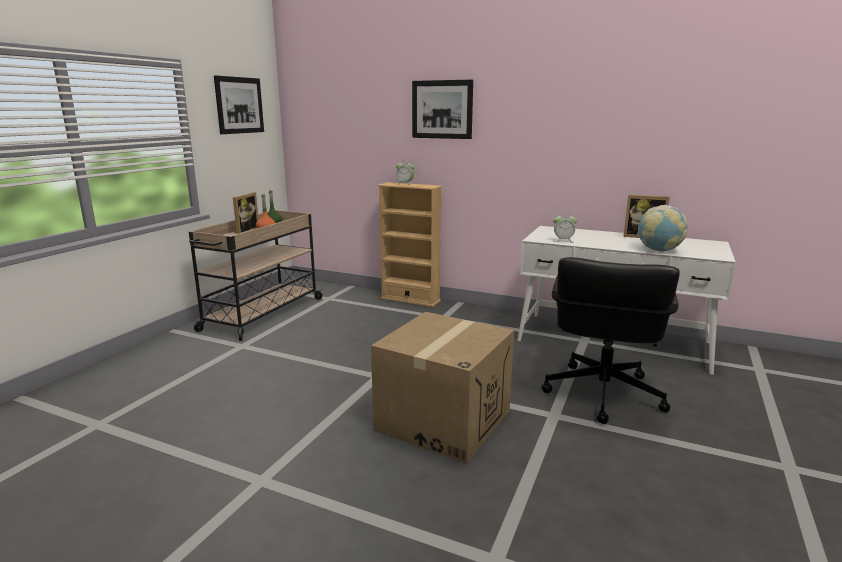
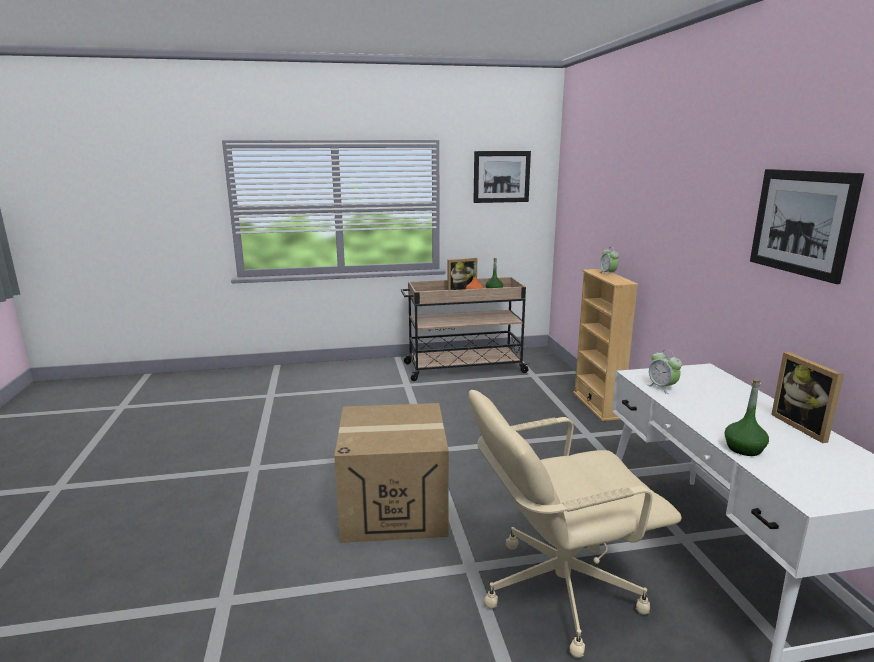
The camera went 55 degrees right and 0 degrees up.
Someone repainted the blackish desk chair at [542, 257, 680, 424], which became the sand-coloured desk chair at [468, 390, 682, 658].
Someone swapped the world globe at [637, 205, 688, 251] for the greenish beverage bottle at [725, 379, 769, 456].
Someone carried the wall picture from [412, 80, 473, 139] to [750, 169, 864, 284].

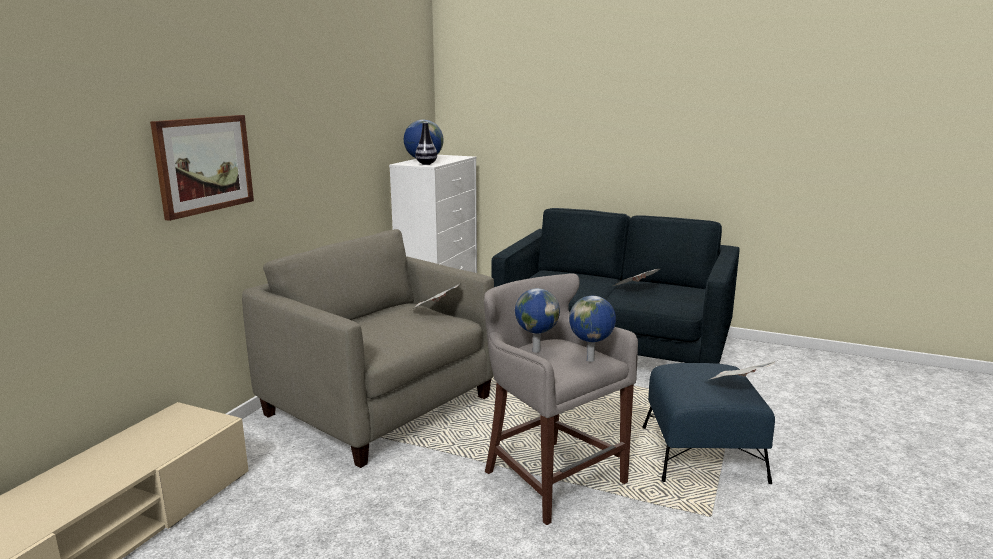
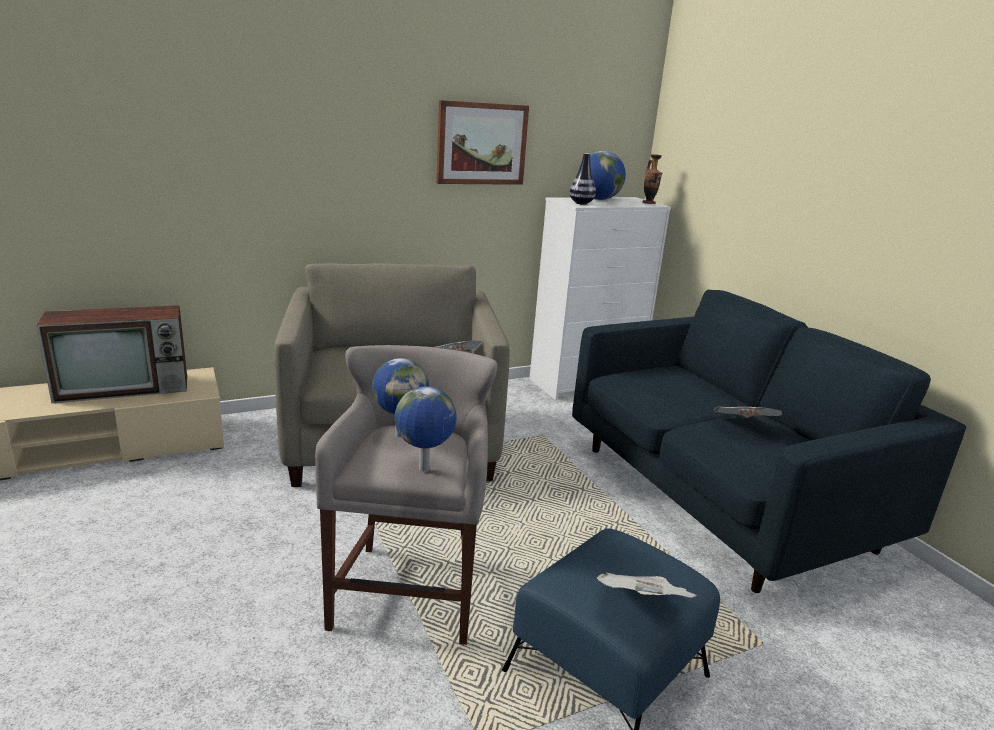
The camera went 40 degrees right and 5 degrees up.
Someone put down the TV at [37, 305, 187, 403].
Someone carried the wall picture from [150, 115, 254, 221] to [436, 100, 529, 185].
Someone put down the decorative vase at [643, 154, 662, 204].

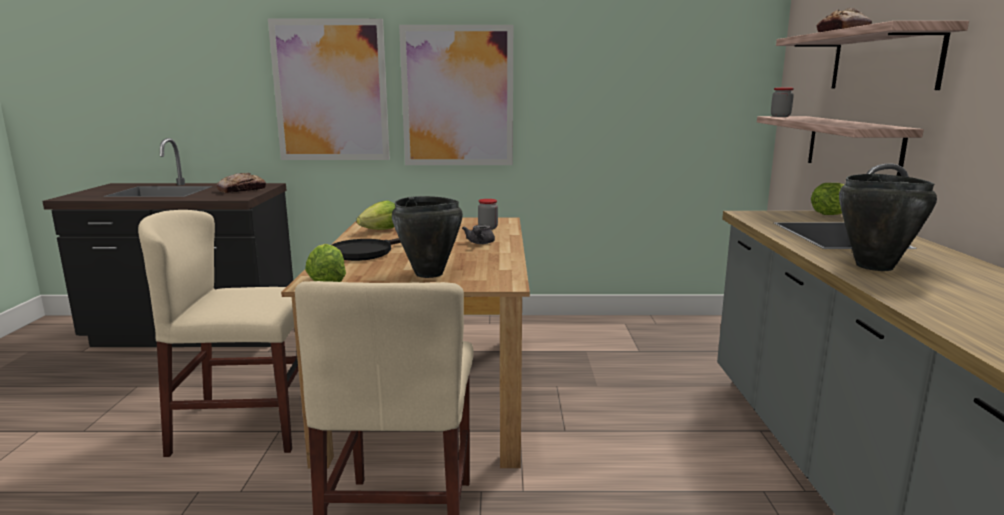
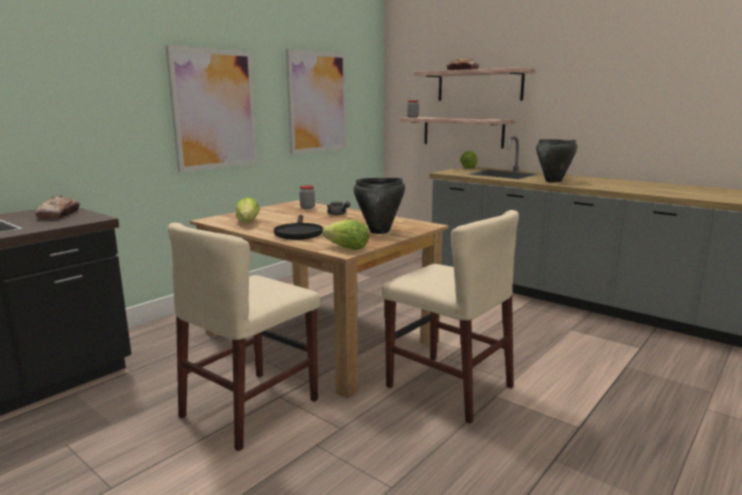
The camera went 50 degrees left and 0 degrees up.
Someone carried the wall picture from [268, 19, 390, 160] to [286, 49, 347, 154].

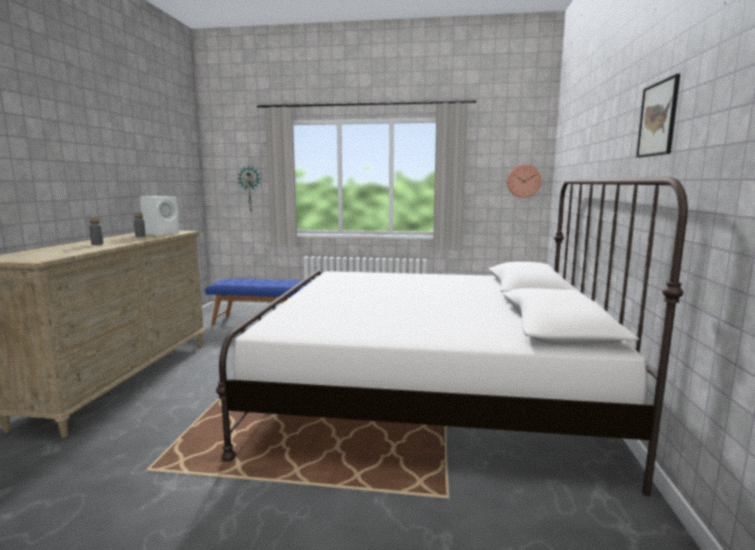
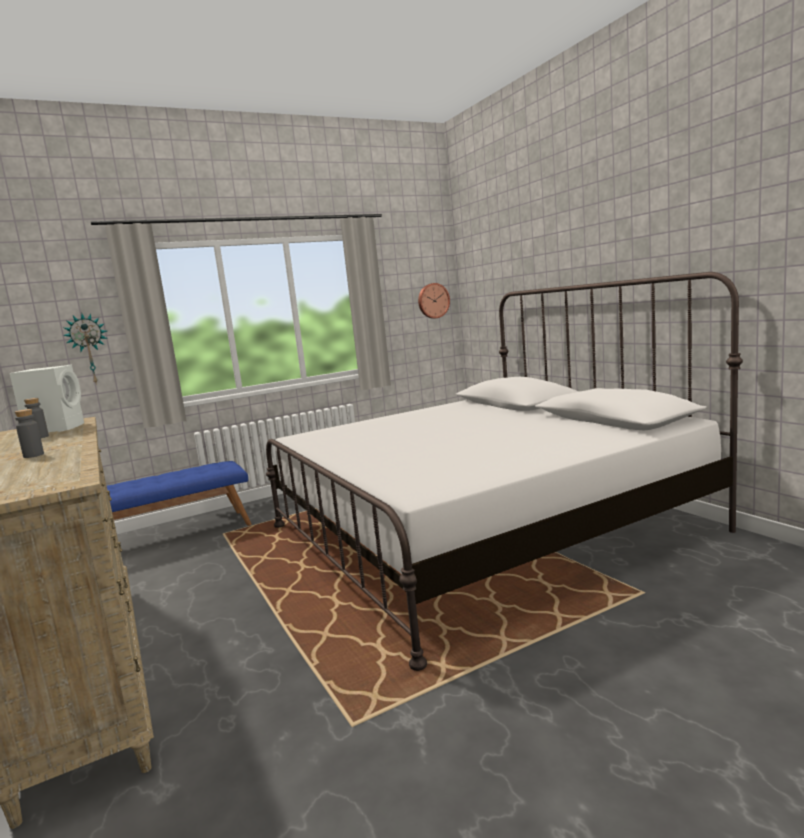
The camera went 35 degrees left and 0 degrees up.
Someone took away the wall picture at [636, 74, 680, 158].

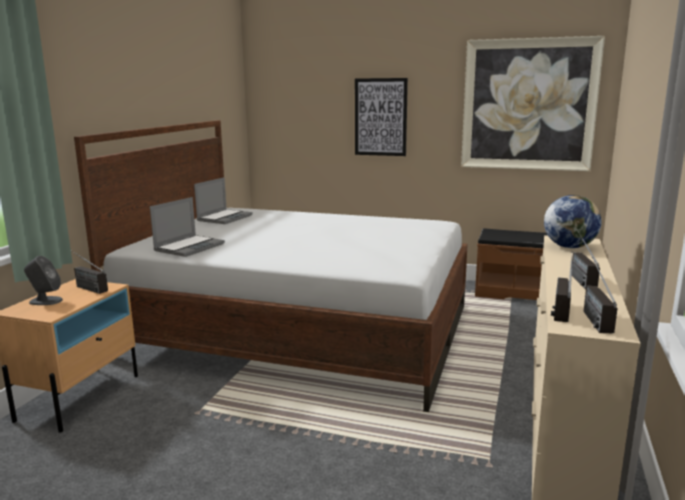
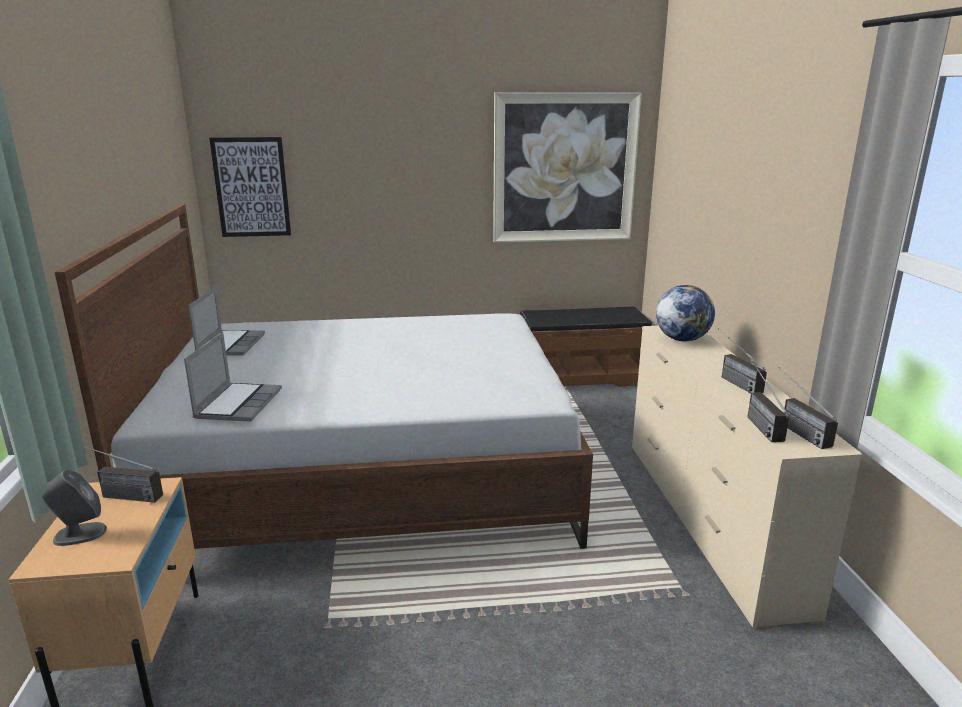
The camera went 25 degrees left and 5 degrees up.
Someone carried the wall picture from [355, 78, 408, 156] to [209, 137, 291, 237].

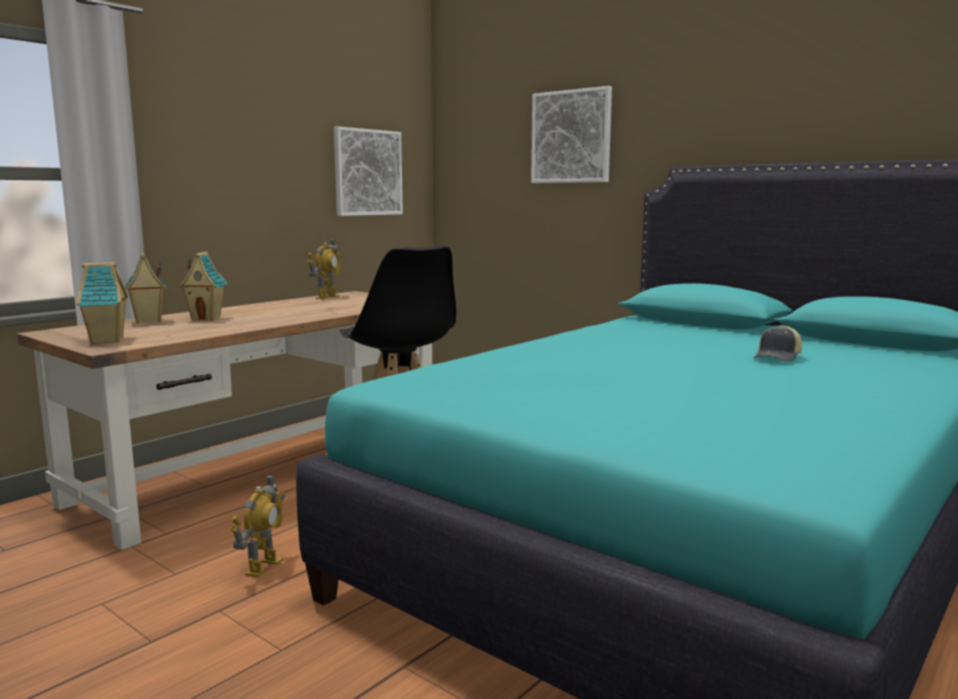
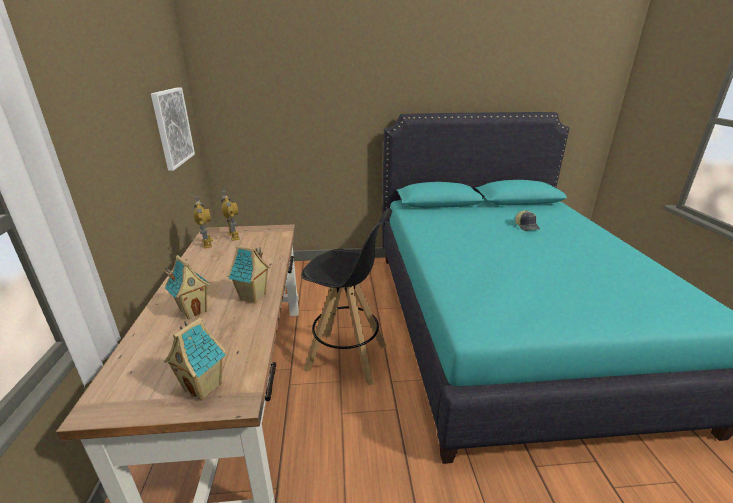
The camera went 45 degrees left and 15 degrees up.
Someone carried the toy robot from [230, 474, 285, 577] to [221, 190, 240, 241].
Someone carried the model house from [124, 253, 168, 324] to [228, 245, 270, 303].
Someone took away the wall picture at [531, 86, 612, 183].

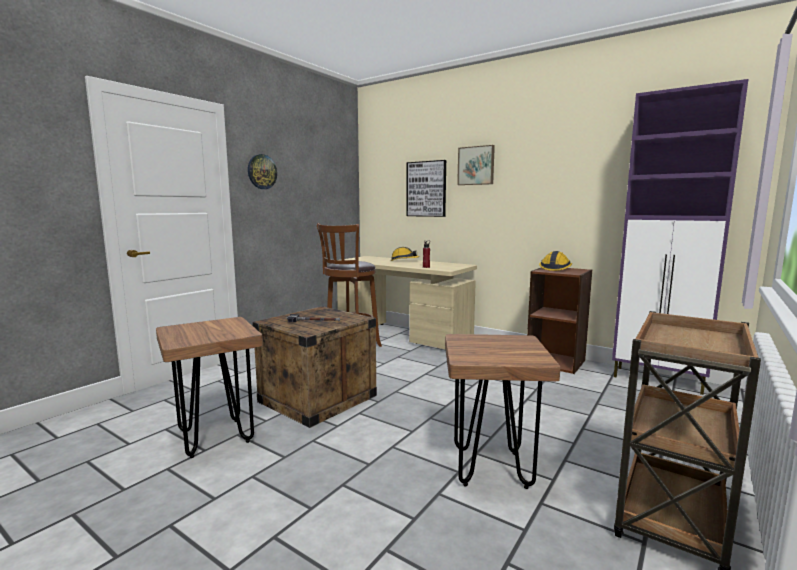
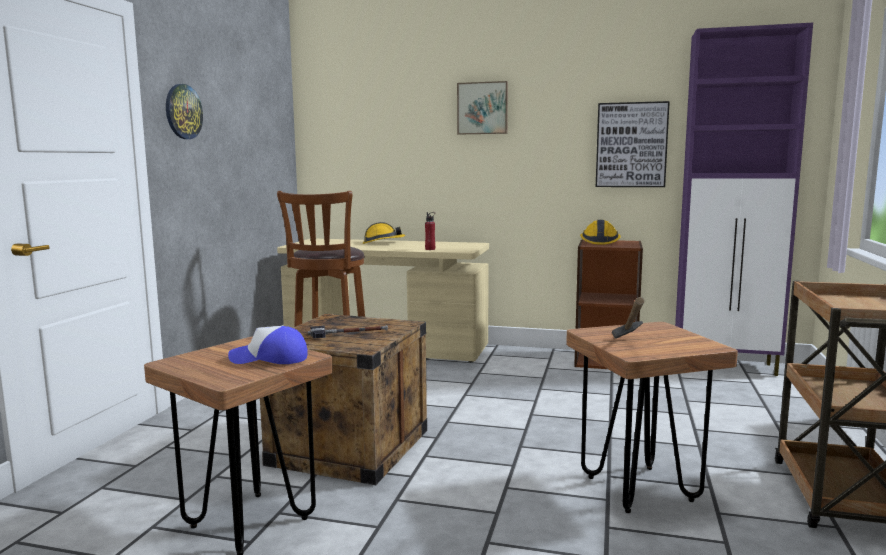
The camera went 20 degrees left and 0 degrees up.
Someone put down the peaked cap at [228, 326, 308, 364].
Someone carried the wall picture from [406, 160, 446, 217] to [596, 101, 670, 187].
Someone put down the hand hammer at [612, 297, 644, 339].

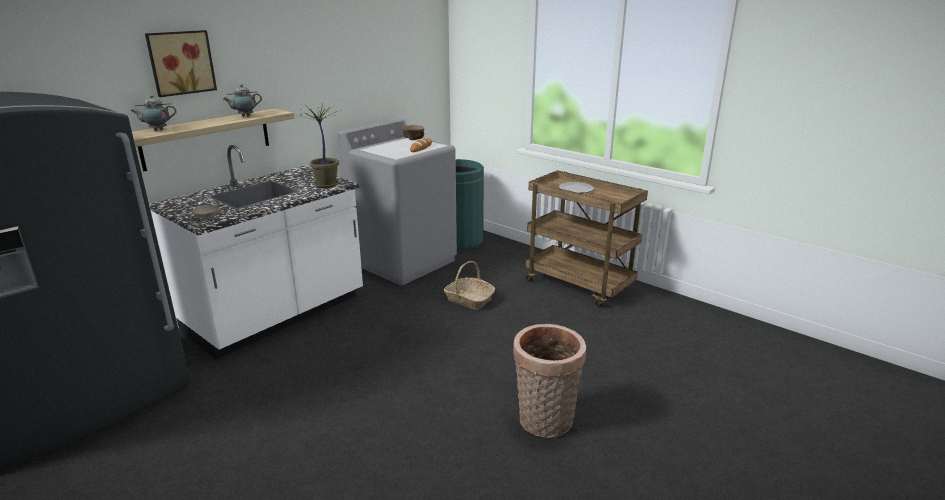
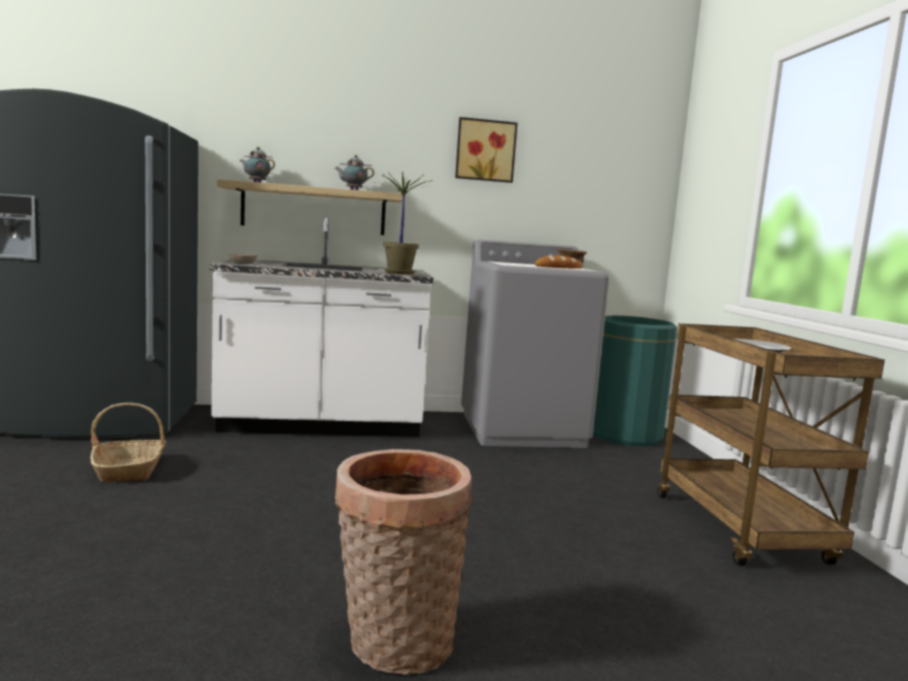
The camera went 40 degrees right and 15 degrees down.
Someone carried the basket from [444, 261, 495, 310] to [90, 403, 166, 482].
Someone carried the wall picture from [145, 30, 217, 97] to [455, 117, 518, 183].

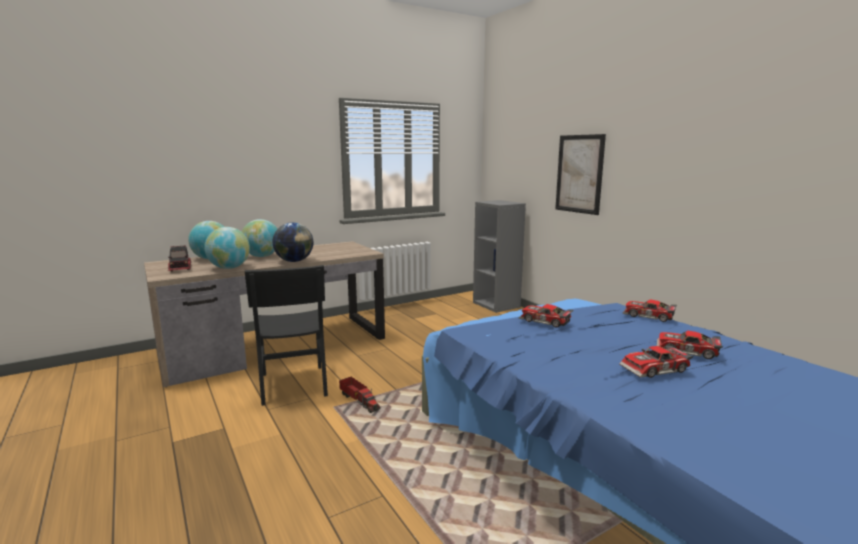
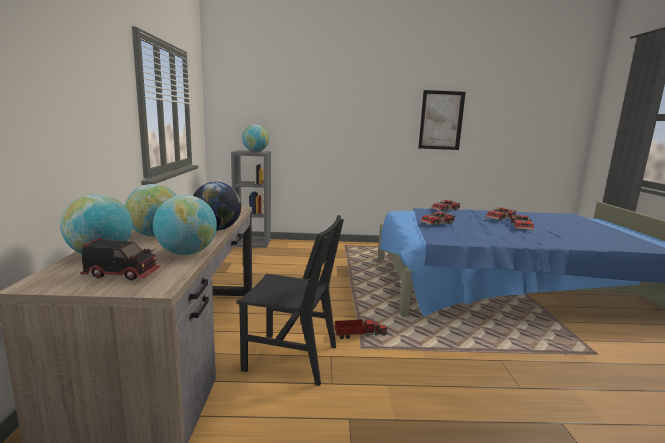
The camera went 60 degrees left and 0 degrees up.
Someone put down the world globe at [242, 125, 269, 152].
Someone carried the wall picture from [555, 134, 606, 215] to [418, 90, 466, 150].

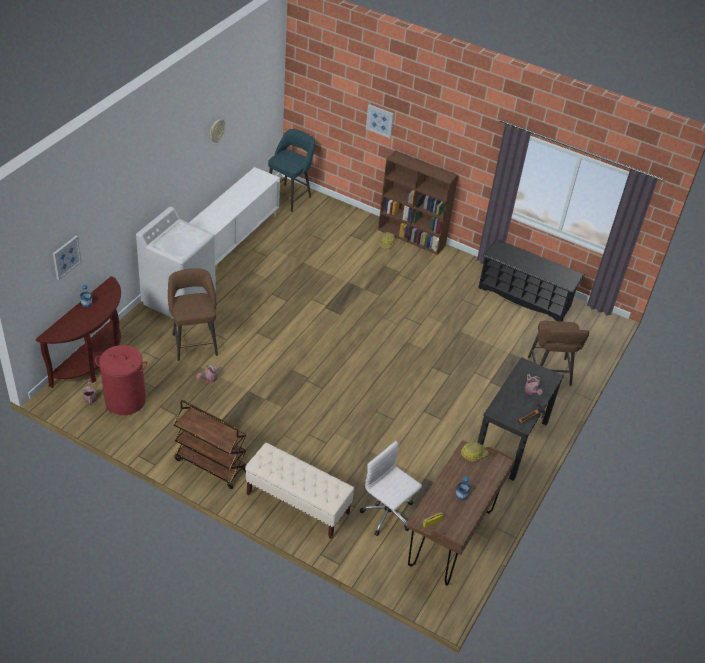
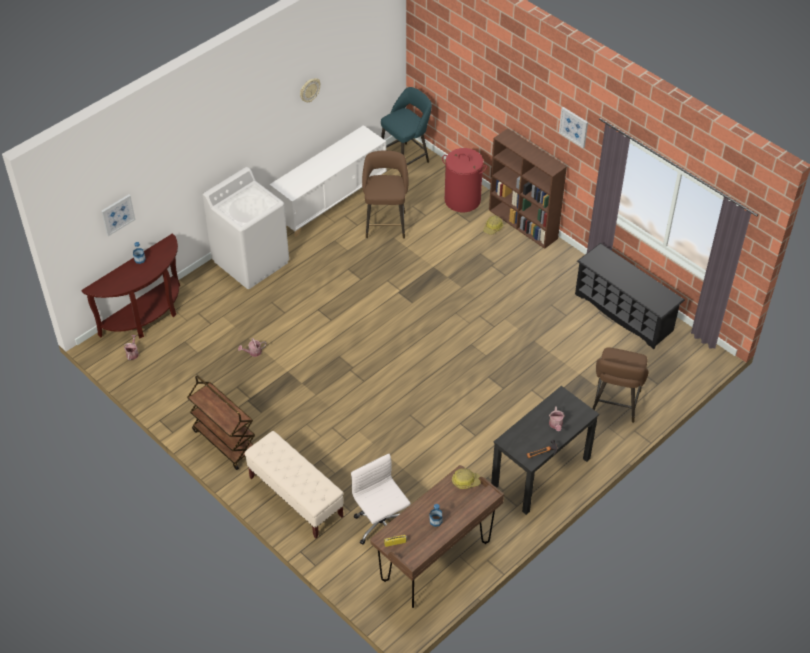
The camera went 20 degrees right and 5 degrees up.
Someone carried the brown sitting stool from [168, 268, 218, 361] to [362, 150, 409, 239].
Someone carried the reddish washing basket from [95, 345, 147, 415] to [442, 148, 487, 212].
Someone carried the wall picture from [366, 104, 394, 138] to [559, 107, 588, 148].

